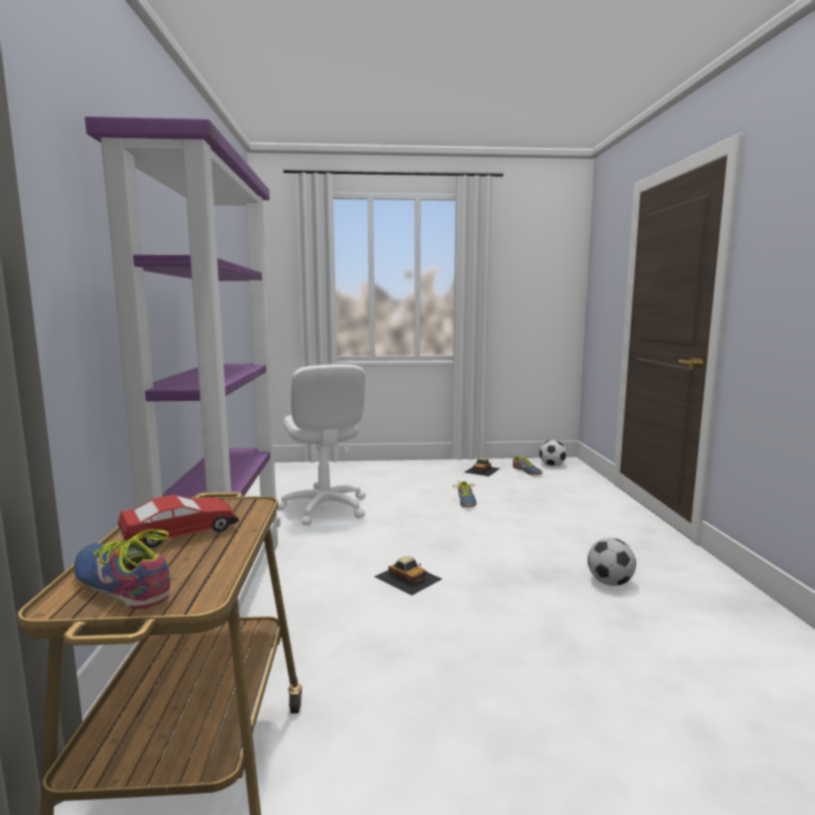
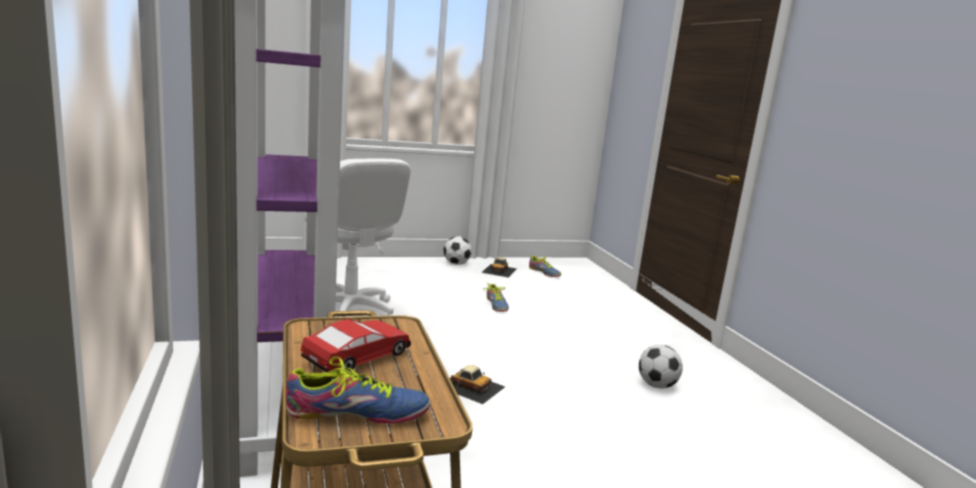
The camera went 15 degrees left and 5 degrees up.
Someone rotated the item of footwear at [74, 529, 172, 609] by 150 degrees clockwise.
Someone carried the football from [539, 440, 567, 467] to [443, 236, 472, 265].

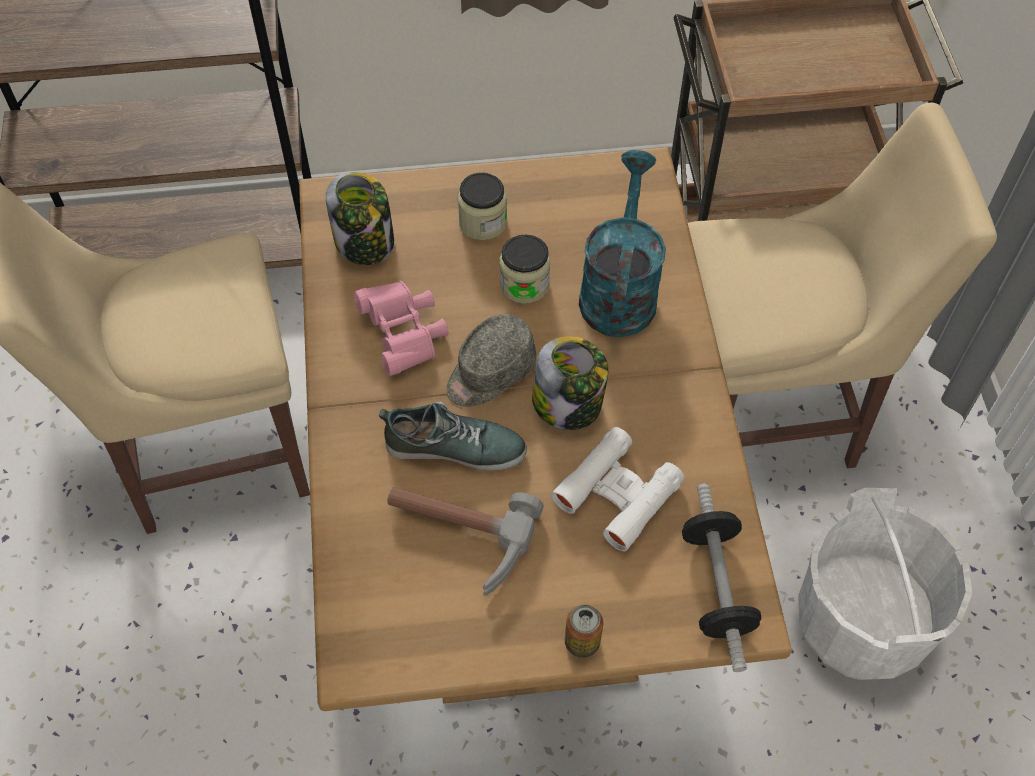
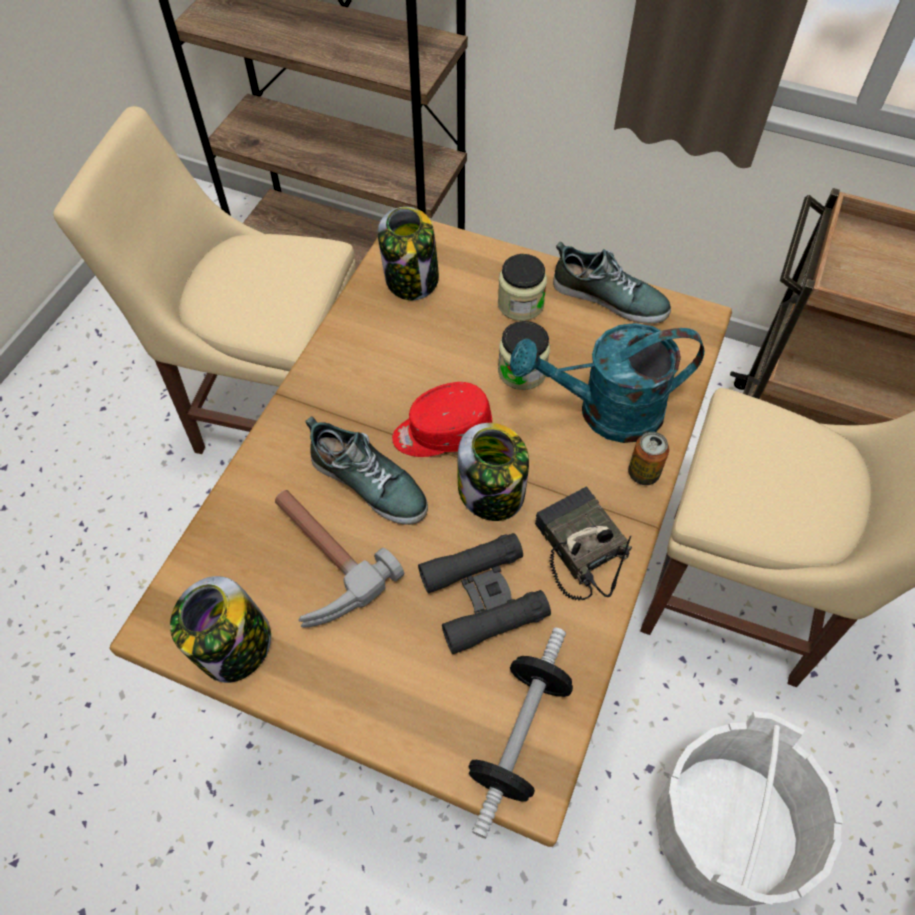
The camera went 30 degrees right and 0 degrees up.
Someone put down the preserve jar at [170, 576, 271, 683].
Someone repainted the grey peaked cap at [446, 314, 536, 407], which became the reddish peaked cap at [392, 382, 492, 457].
Someone repainted the white pair of binoculars at [551, 427, 684, 551], which became the blackish pair of binoculars at [418, 533, 551, 654].
Someone rotated the blue-green watering can at [579, 150, 666, 337] by 135 degrees counterclockwise.
Someone put down the radio receiver at [535, 487, 632, 600].
Someone put down the item of footwear at [553, 242, 671, 324].
Someone carried the sealed can from [565, 605, 603, 658] to [628, 432, 669, 485].
Someone took away the pinkish pair of binoculars at [354, 281, 448, 376].

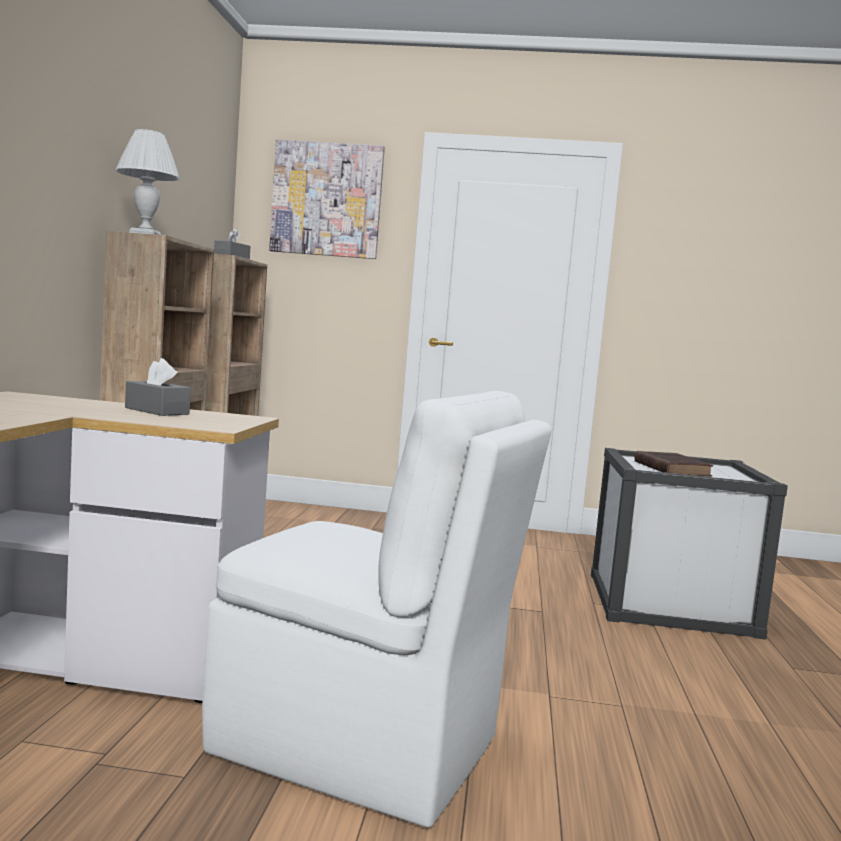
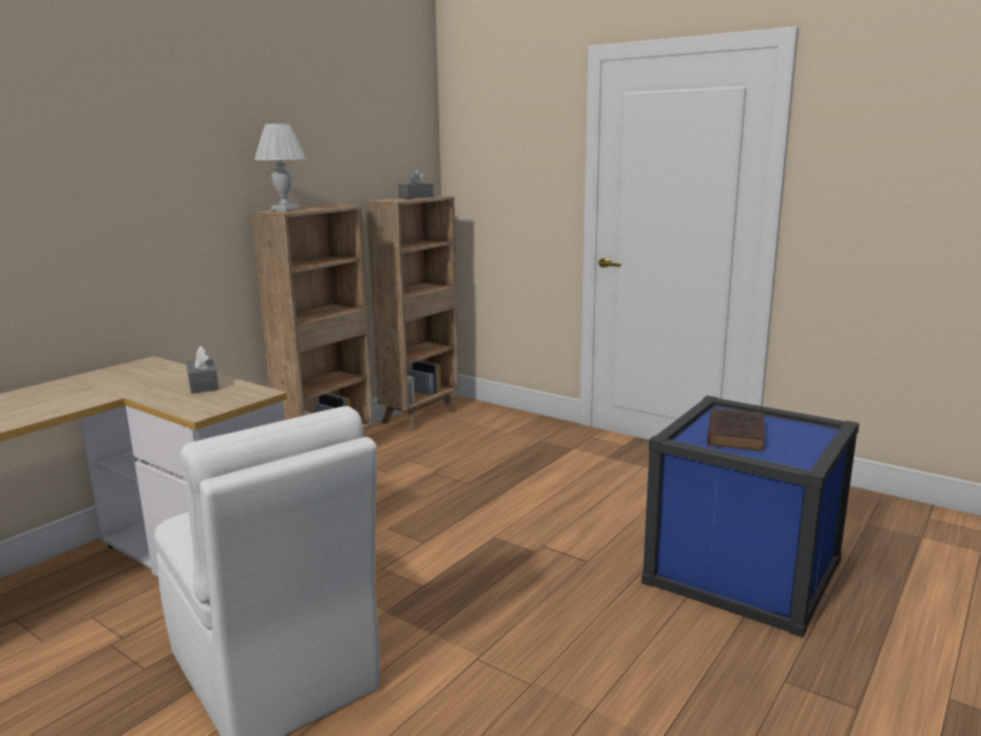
The camera went 30 degrees right and 10 degrees up.
Someone repainted the white storage container at [591, 448, 788, 640], which became the bluish storage container at [642, 396, 859, 638].
Someone took away the wall picture at [269, 139, 385, 259].

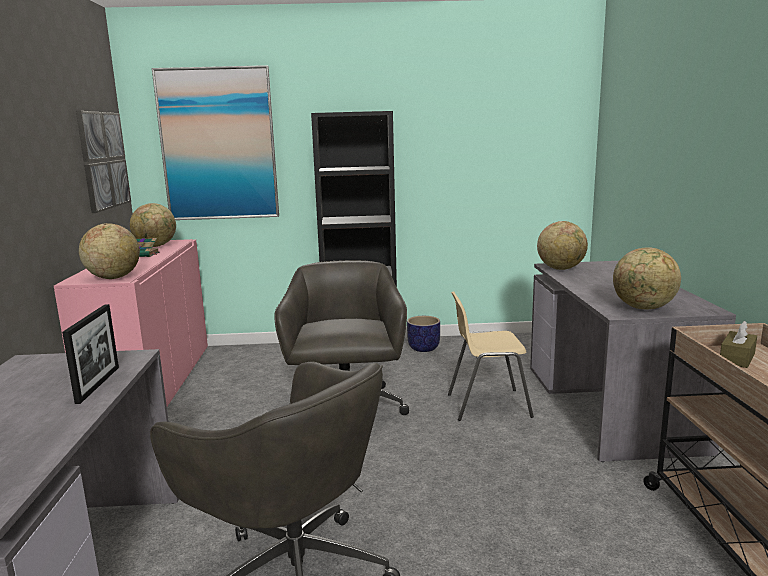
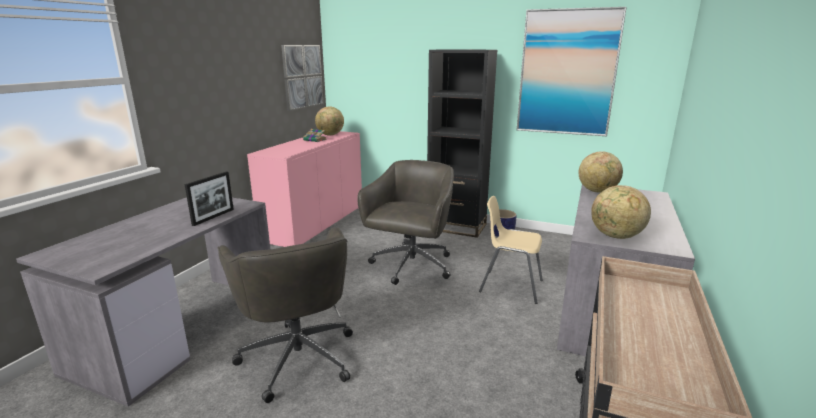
The camera went 25 degrees right and 5 degrees up.
Someone carried the wall picture from [152, 65, 279, 220] to [517, 7, 627, 136].
Someone took away the world globe at [79, 223, 140, 279].
Someone took away the brown box of tissues at [720, 321, 757, 368].

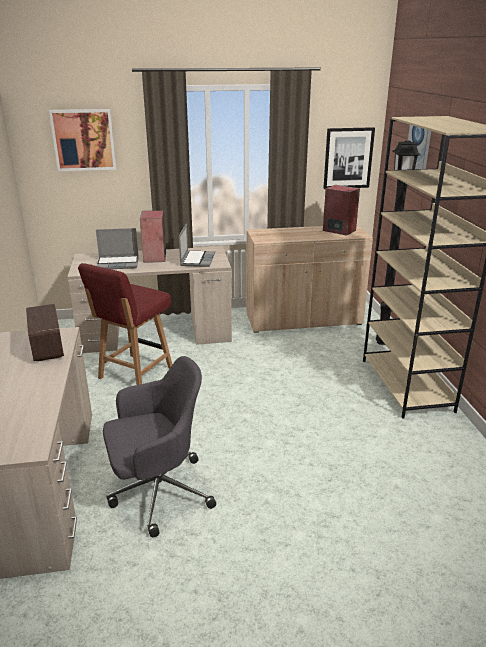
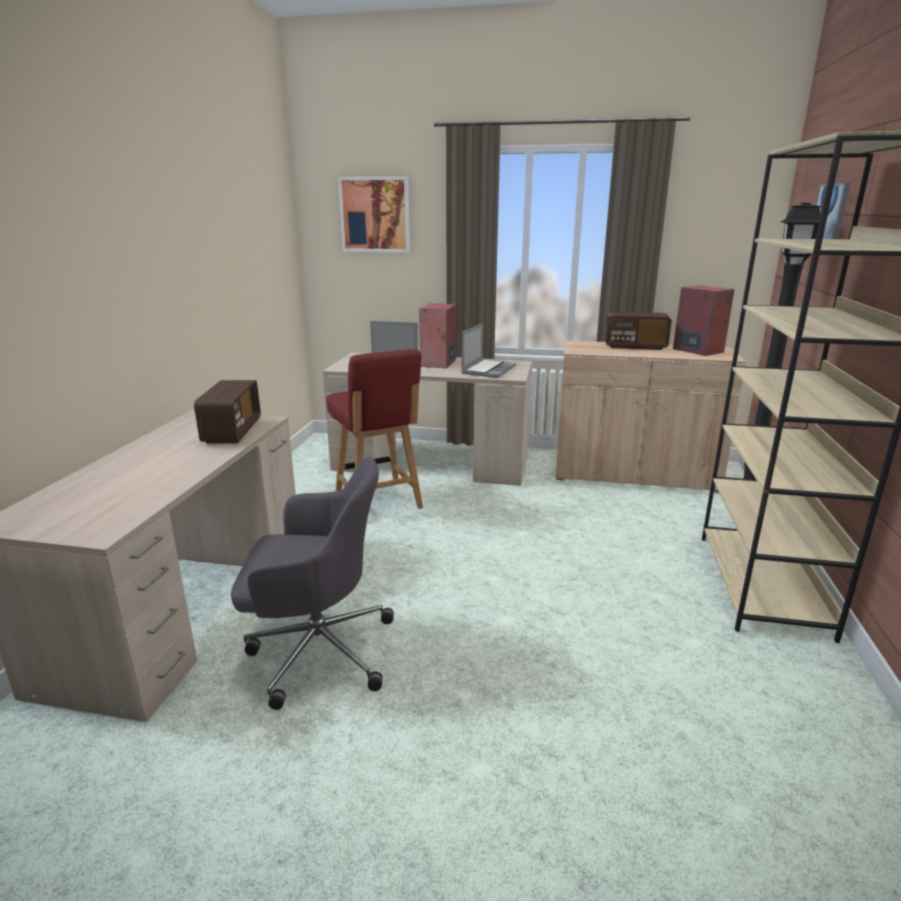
The camera went 20 degrees right and 5 degrees down.
Someone rotated the reddish plain chair at [78, 263, 173, 385] by 75 degrees counterclockwise.
Someone put down the radio receiver at [605, 311, 672, 350].
Someone took away the wall picture at [323, 127, 375, 189].

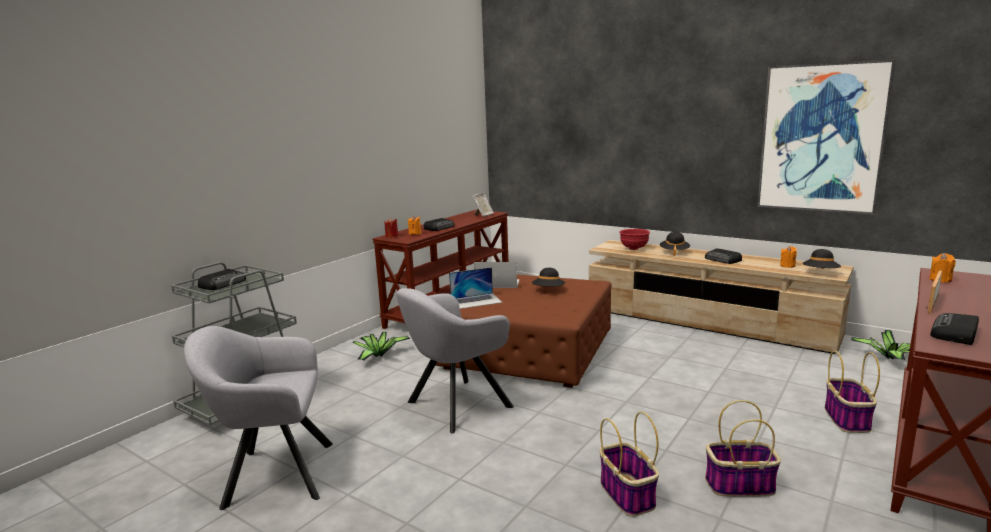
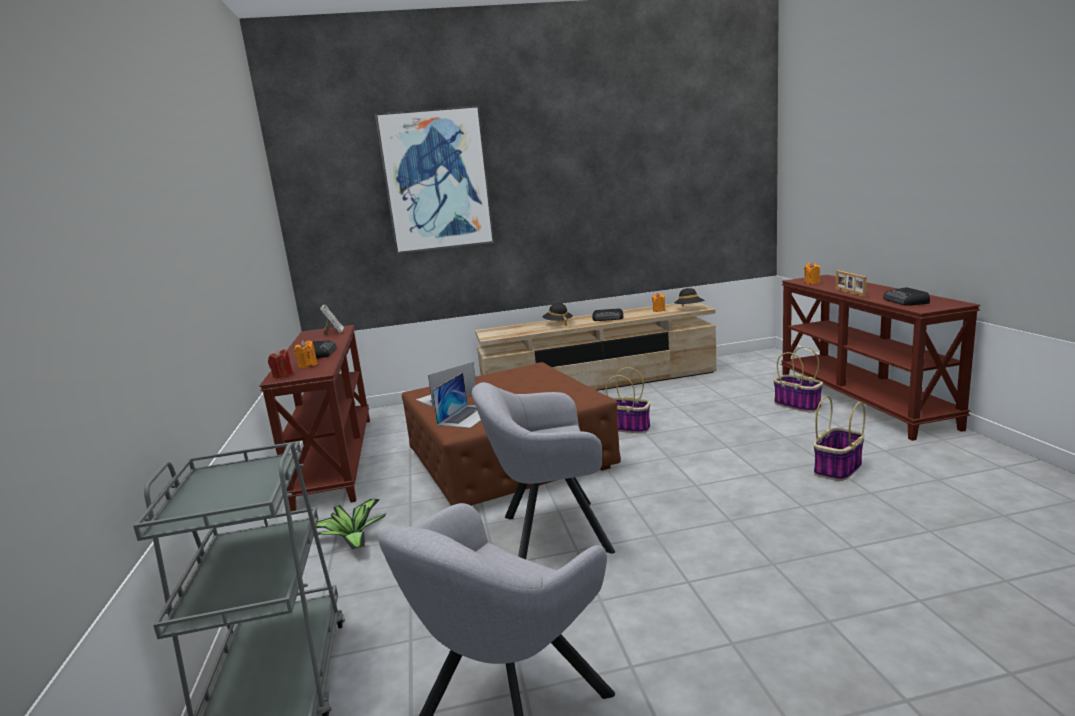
The camera went 45 degrees left and 0 degrees up.
Someone carried the wall picture from [757, 59, 896, 215] to [375, 105, 495, 254].
Someone rotated the grey easy chair at [396, 288, 514, 433] by 75 degrees clockwise.
Someone carried the basket from [600, 411, 659, 517] to [606, 367, 650, 434].
Someone took away the radio receiver at [198, 269, 246, 290].
Someone took away the blackish wearable hat at [532, 268, 565, 287].
Someone took away the reddish bowl at [619, 229, 650, 250].
Someone took away the potted plant at [851, 330, 910, 360].

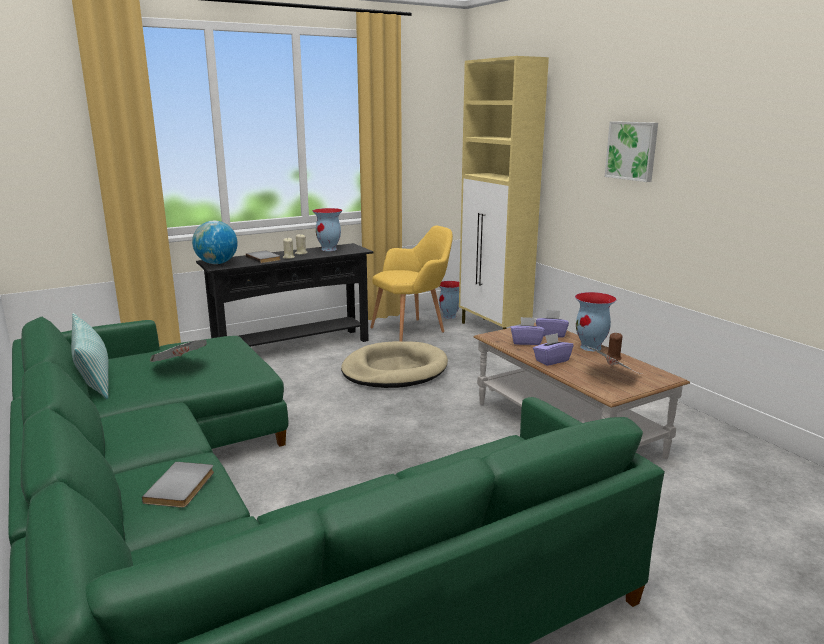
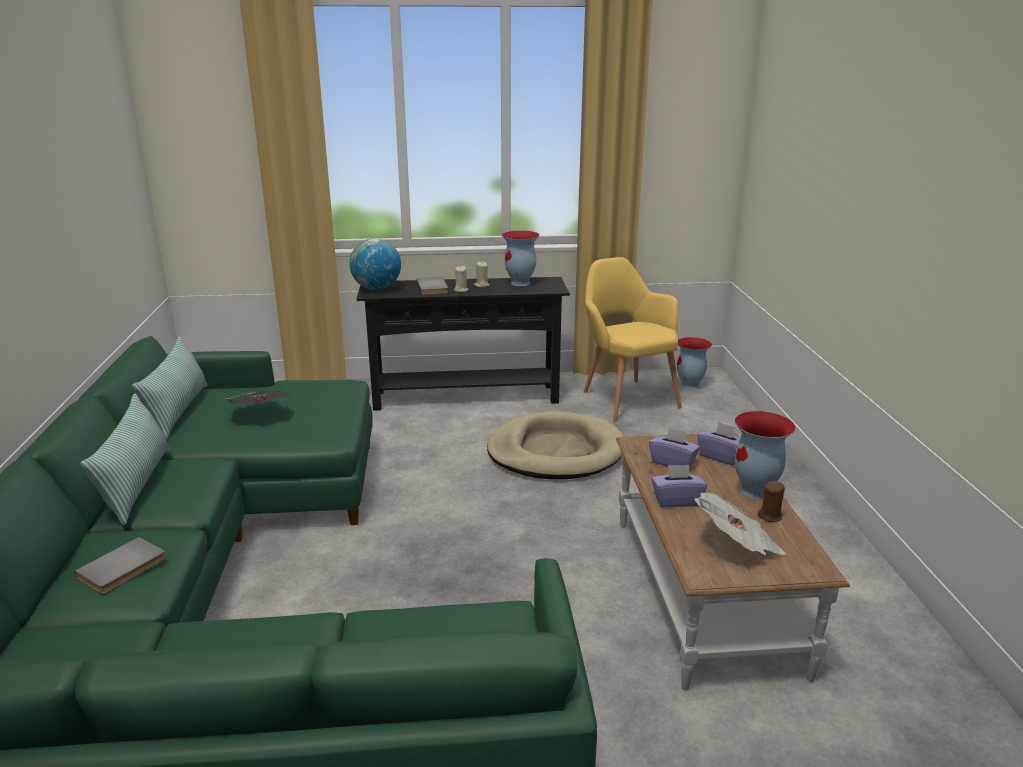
The camera went 25 degrees right and 5 degrees up.
Someone put down the pillow at [80, 394, 170, 526].
Someone rotated the yellow-coloured easy chair at [370, 226, 453, 341] by 105 degrees counterclockwise.
Someone took away the sand-coloured cupboard at [459, 56, 549, 329].
Someone took away the wall picture at [605, 121, 658, 182].

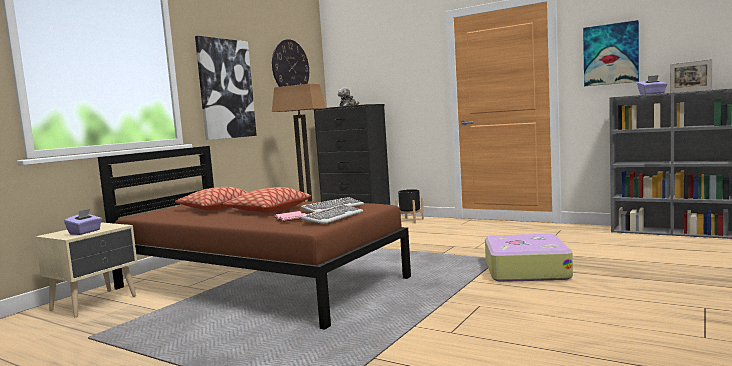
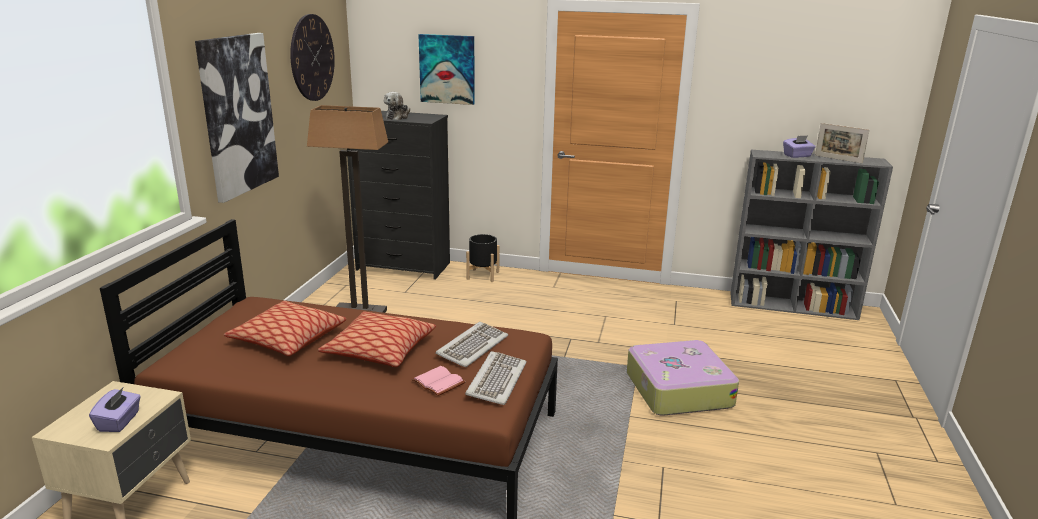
The camera went 20 degrees left and 15 degrees up.
Someone carried the wall picture from [583, 20, 639, 86] to [418, 34, 475, 105].

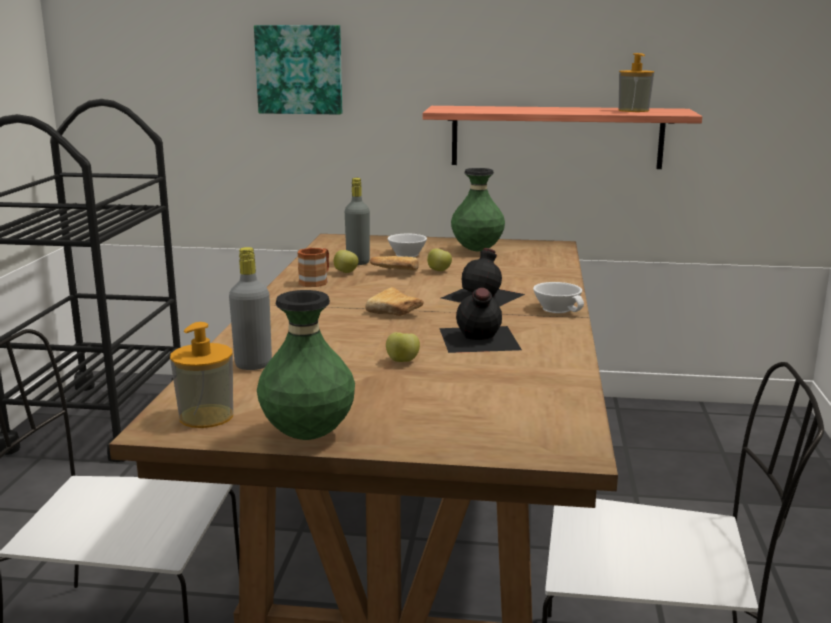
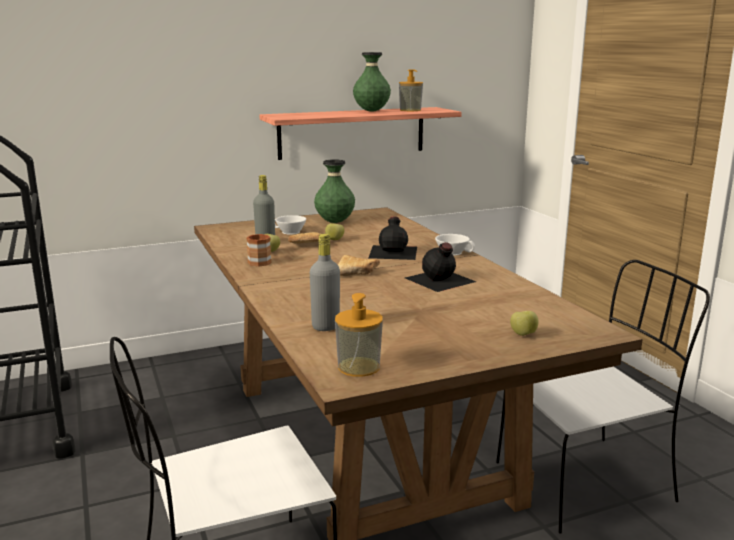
The camera went 30 degrees left and 0 degrees up.
Someone carried the greenish decorative vase from [257, 290, 355, 440] to [353, 52, 391, 112].
Someone carried the apple fruit from [386, 332, 420, 362] to [510, 311, 539, 336].
Someone took away the wall picture at [254, 25, 342, 115].

